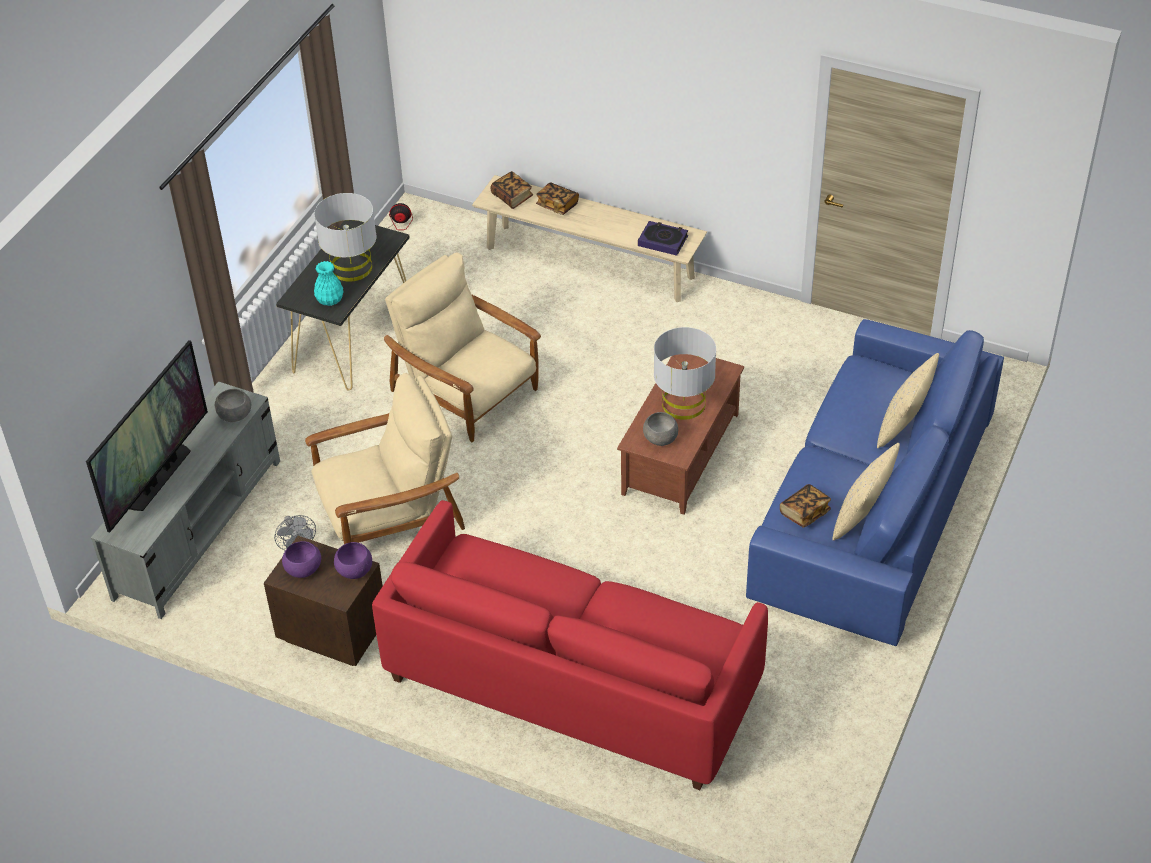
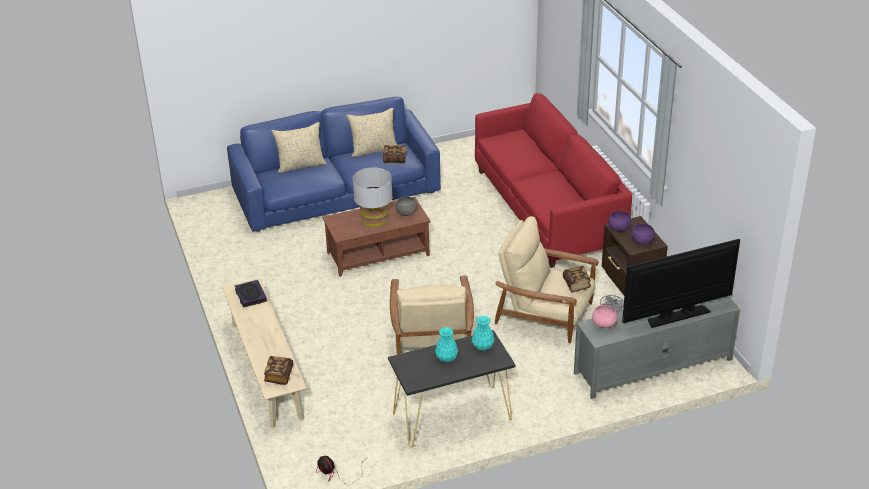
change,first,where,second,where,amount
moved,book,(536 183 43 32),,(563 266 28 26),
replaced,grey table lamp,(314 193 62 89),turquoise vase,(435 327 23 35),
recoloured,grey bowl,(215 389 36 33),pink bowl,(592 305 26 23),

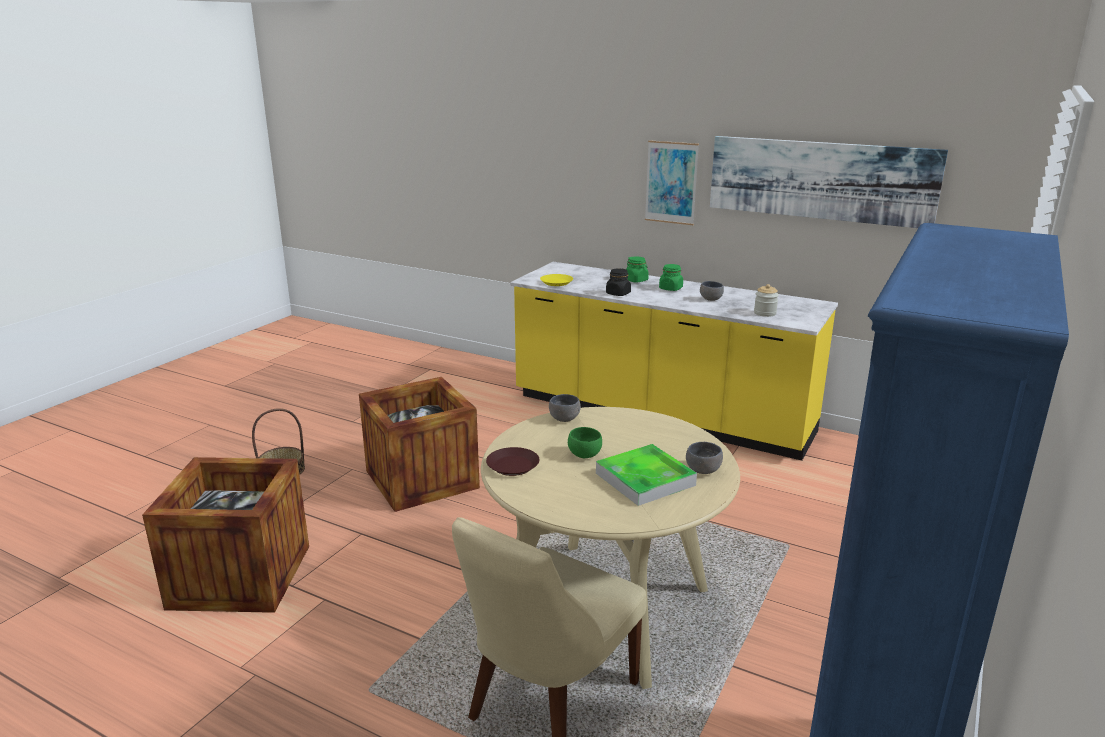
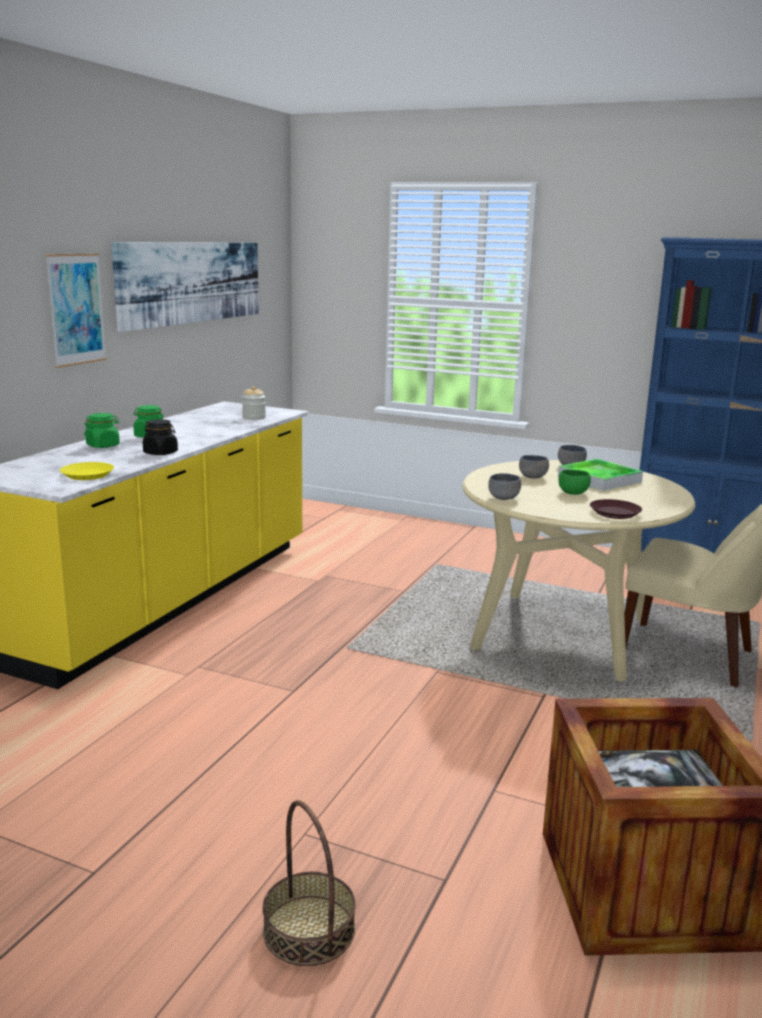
change,first,where,second,where,amount
moved,grey bowl,(700 281 24 20),,(519 455 30 24),
removed,crate,(359 377 121 135),,,

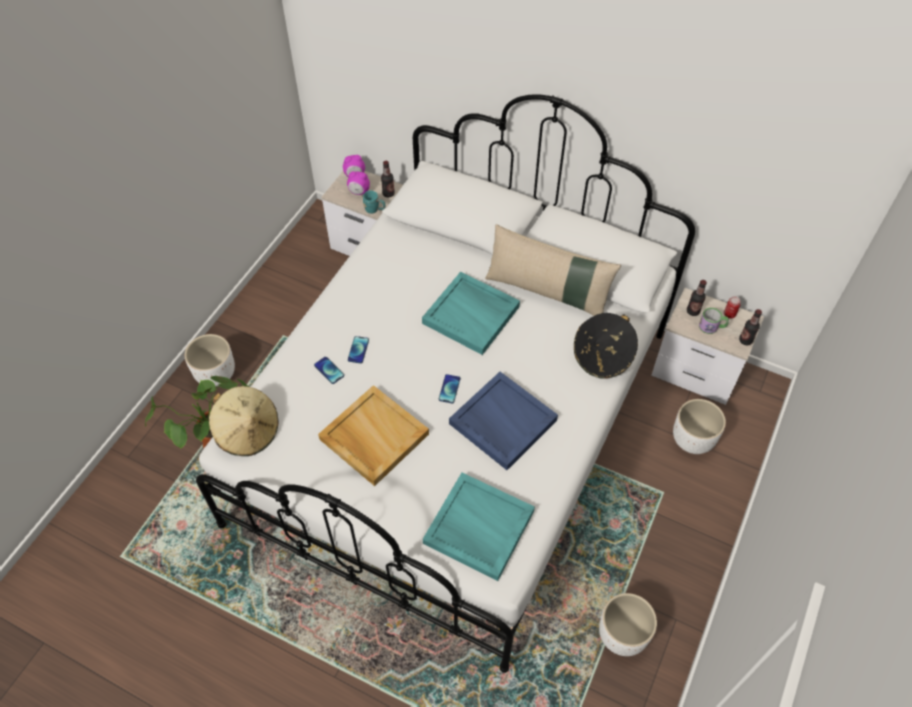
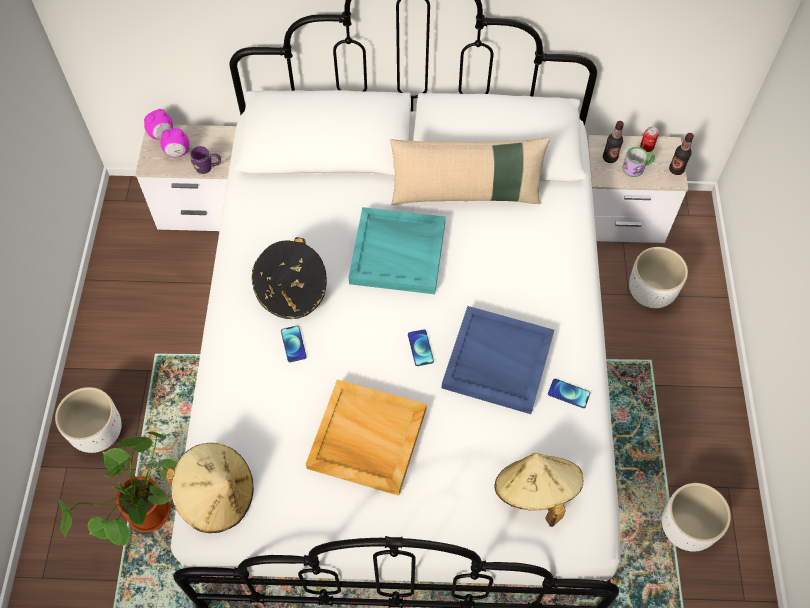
change,first,where,second,where,amount
removed,bottle,(381 161 14 36),,,
recoloured,turquoise mug,(363 191 23 22),purple mug,(190 146 31 28),
moved,black hat,(574 313 64 66),,(252 237 75 82),
moved,phone,(314 357 30 27),,(548 379 42 29),
replaced,turquoise tray,(423 473 112 108),beige hat,(494 453 89 74),

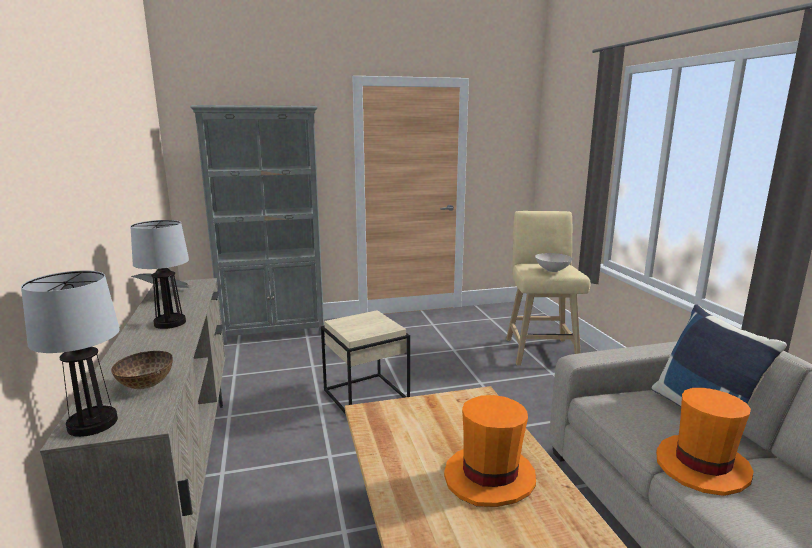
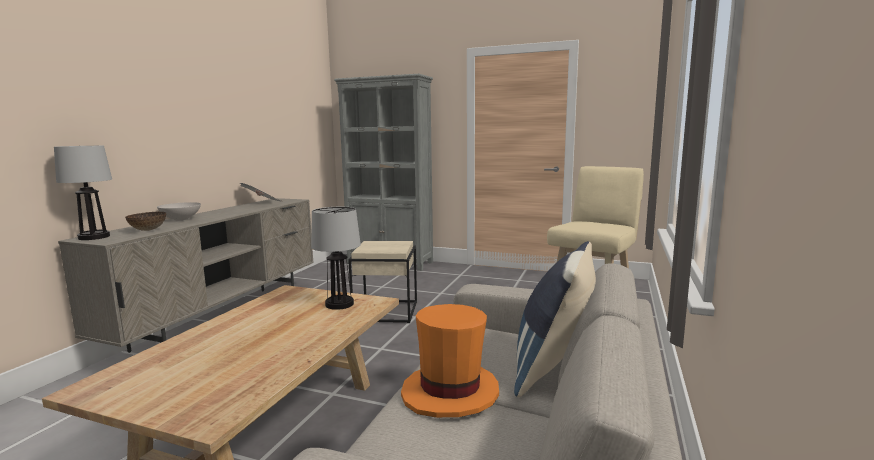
change,first,where,second,where,amount
moved,table lamp,(130 220 59 109),,(311 207 50 103),
moved,white bowl,(535 253 38 19),,(157 202 44 19),
removed,orange hat,(444 395 92 112),,,

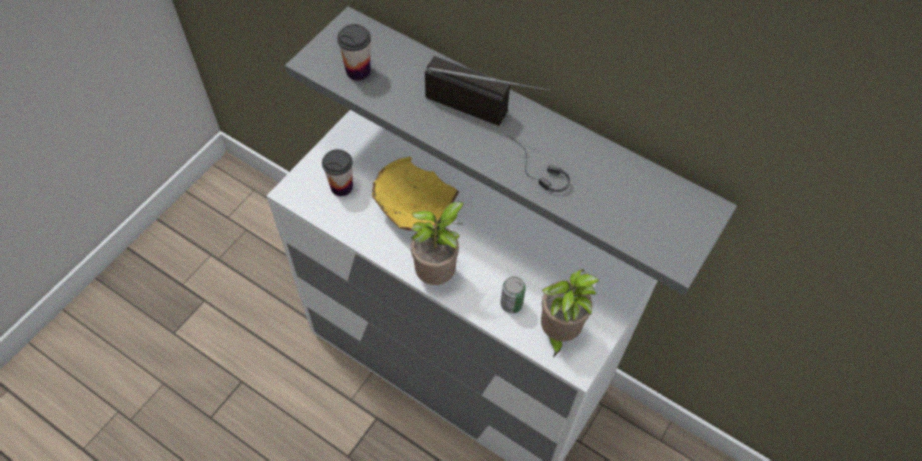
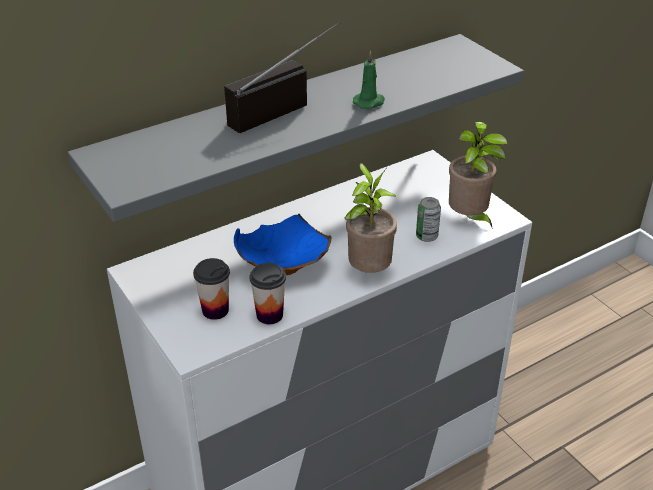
change,first,where,second,where,amount
moved,cup,(337 24 34 56),,(250 263 36 61),
replaced,headphones,(506 135 64 57),green candle,(353 51 32 58),
recoloured,yellow bowl,(372 157 87 74),blue bowl,(234 214 97 61),

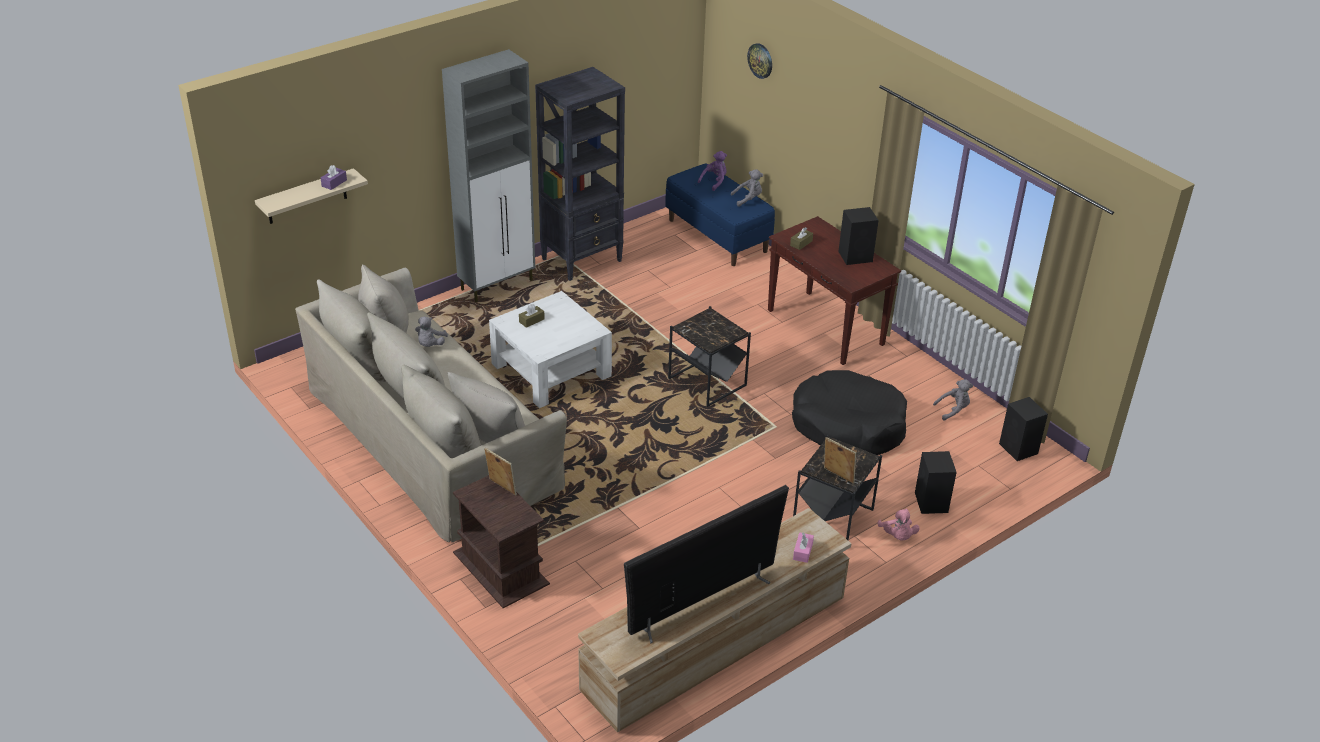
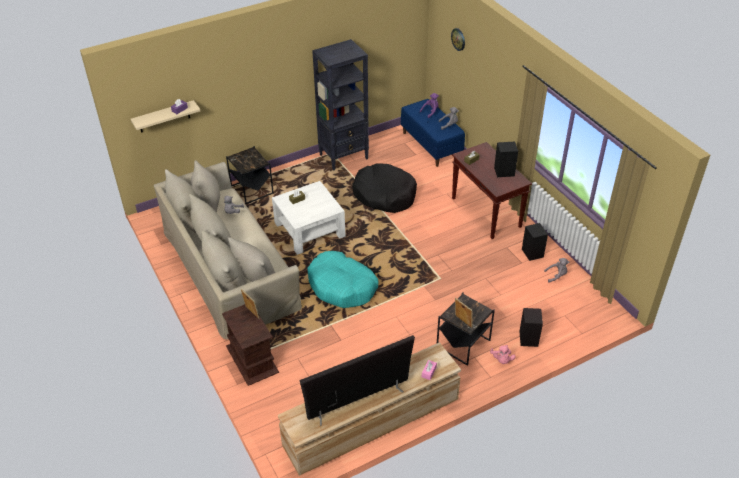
change,first,where,second,where,amount
removed,grey cabinet,(442 49 93 253),,,
moved,black side table,(668 306 83 101),,(226 146 48 58),
moved,black dog bed,(792 370 115 85),,(352 163 65 50),
moved,black speaker,(999 397 49 64),,(522 223 26 38),
added,,,turquoise dog bed,(307 251 72 57),

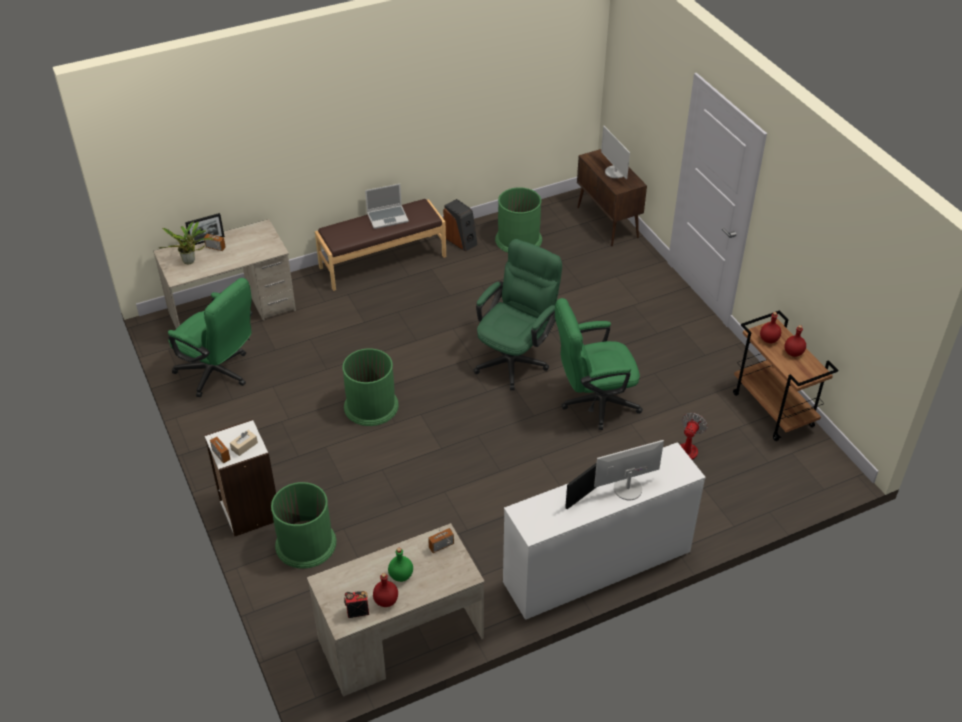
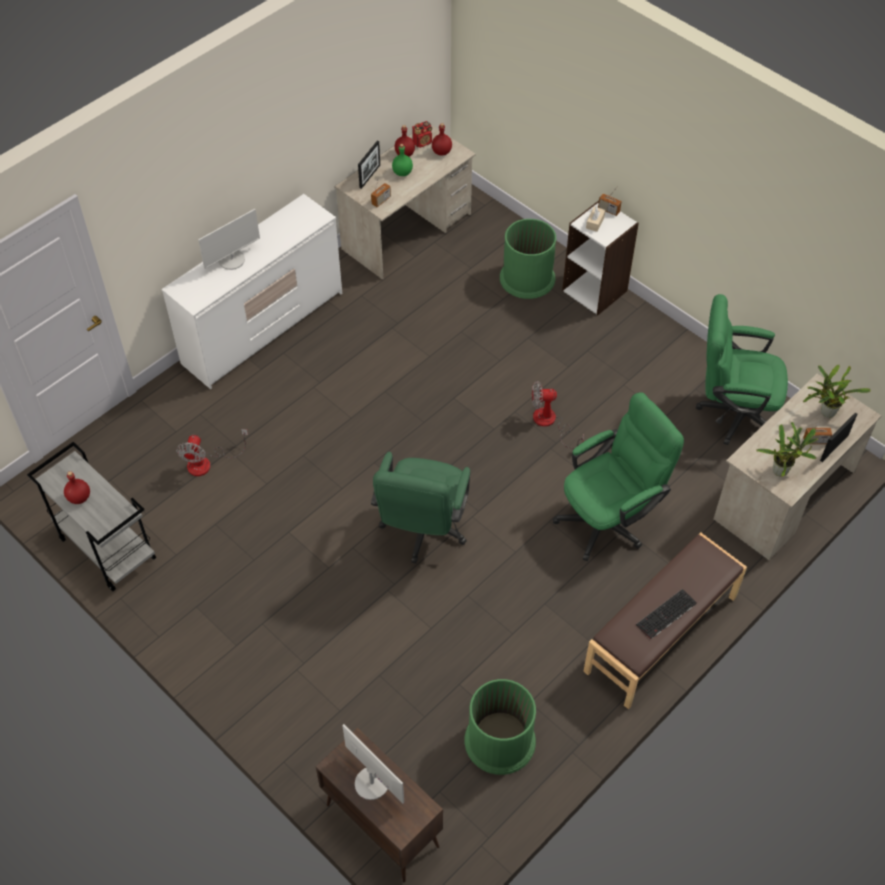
change,first,where,second,where,amount
replaced,laptop,(365 184 44 45),keyboard,(636 589 61 50),
removed,speaker,(443 199 35 53),,,
moved,green office chair,(555 298 88 132),,(553 392 131 169),
recoloured,brown cart,(733 310 105 131),grey cart,(27 442 129 150),
moved,red bottle,(760 312 21 31),,(432 123 20 32),
replaced,green trash can,(342 348 57 78),fan,(532 381 52 68),
moved,picture frame,(565 463 31 46),,(358 141 22 48),
added,,,potted plant,(756 422 62 55),

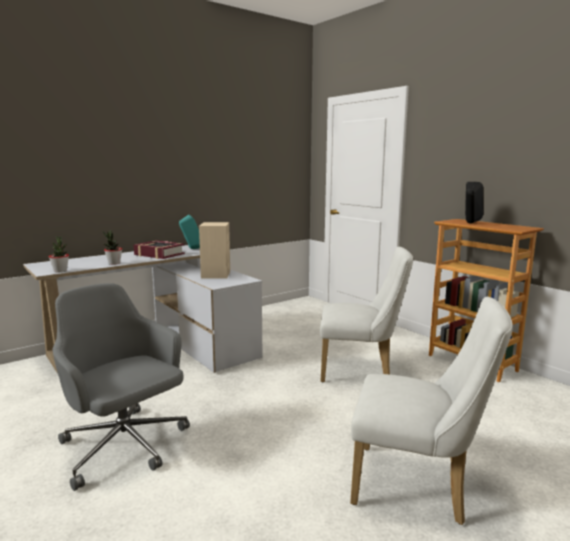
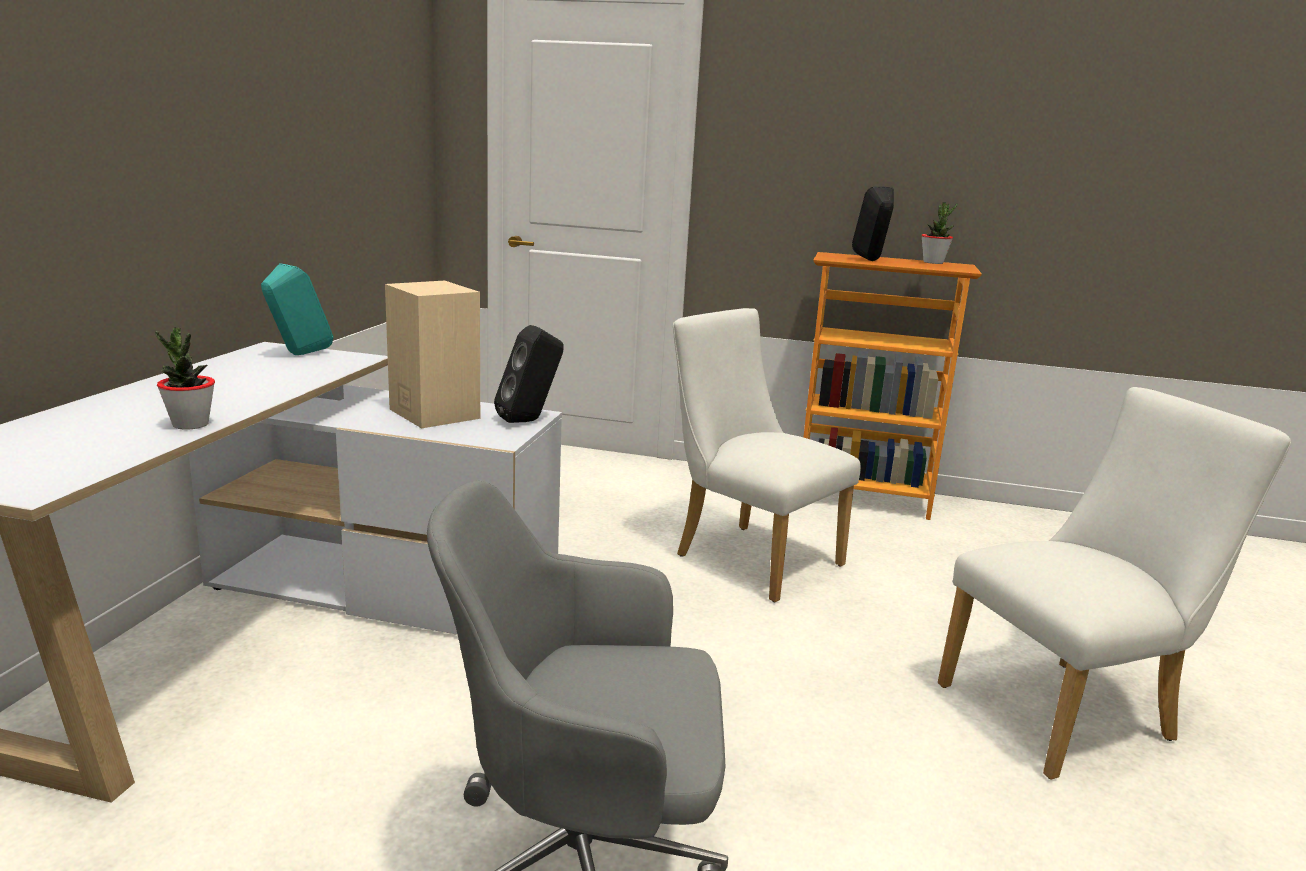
change,first,where,second,where,amount
moved,potted plant,(48 236 21 37),,(921 202 37 62),
removed,book,(134 240 51 19),,,
turned,white chair,(320 247 93 136),,(673 308 188 294),105 degrees counterclockwise
added,,,black speaker,(494 325 70 98),

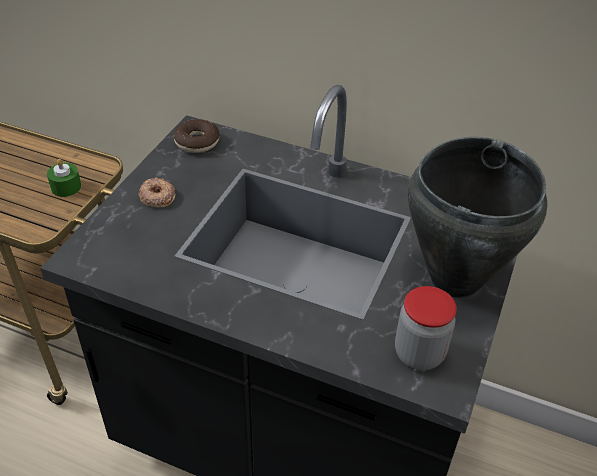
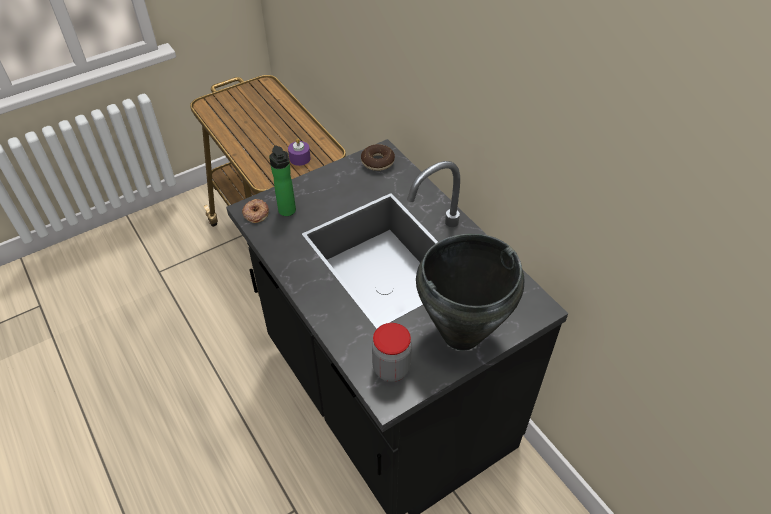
change,first,where,second,where,amount
recoloured,green candle,(47 159 34 38),purple candle,(288 138 23 28),
moved,donut,(138 177 38 31),,(242 199 27 24),
added,,,bottle,(269 145 27 71),

